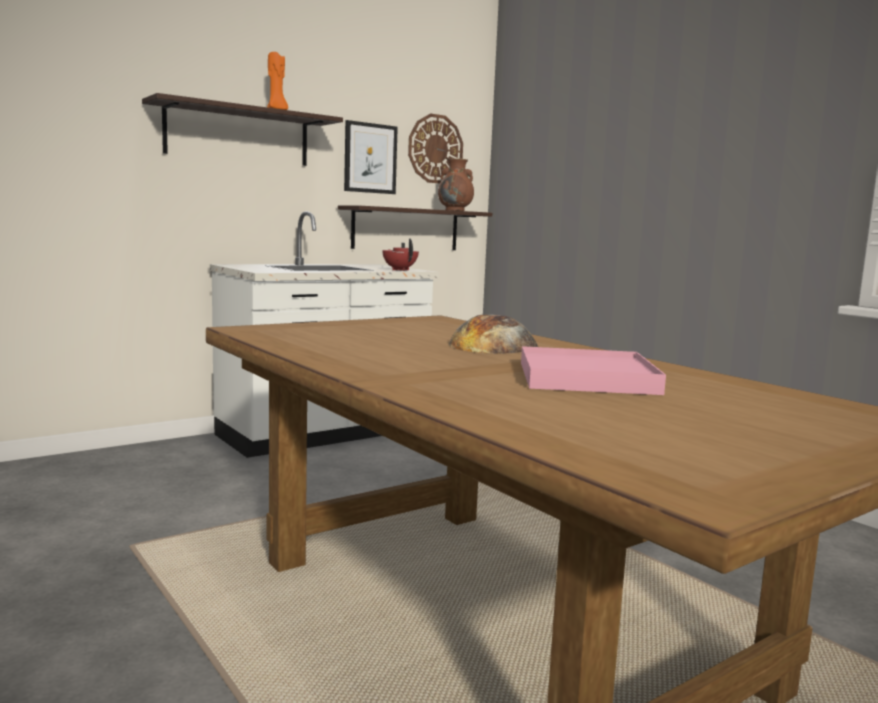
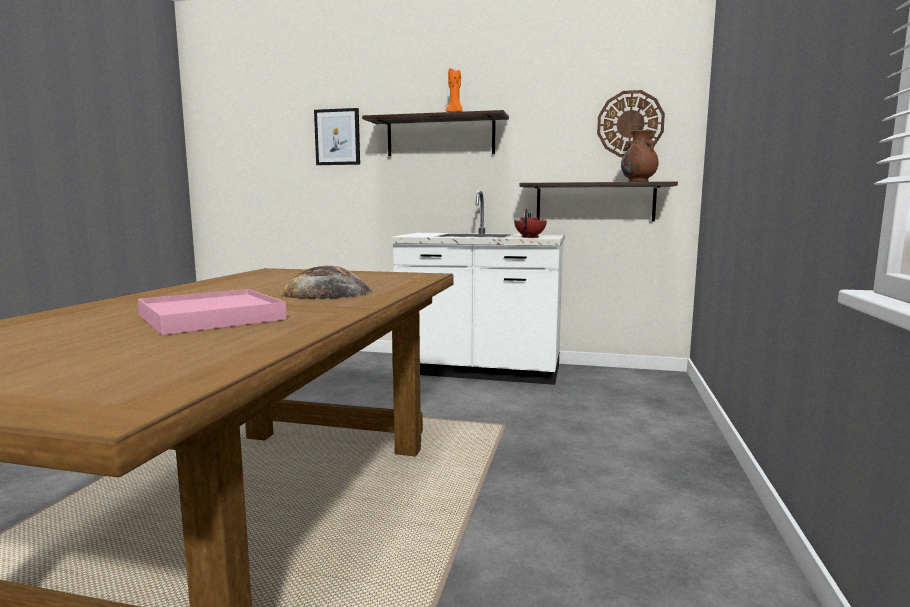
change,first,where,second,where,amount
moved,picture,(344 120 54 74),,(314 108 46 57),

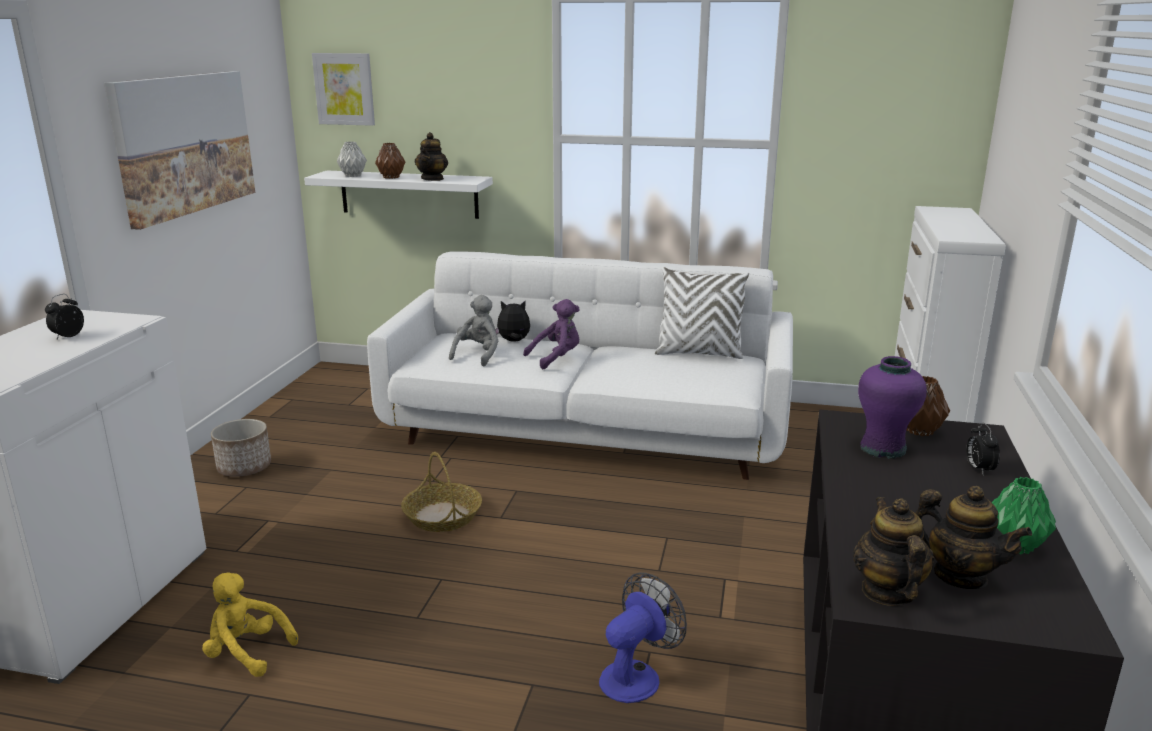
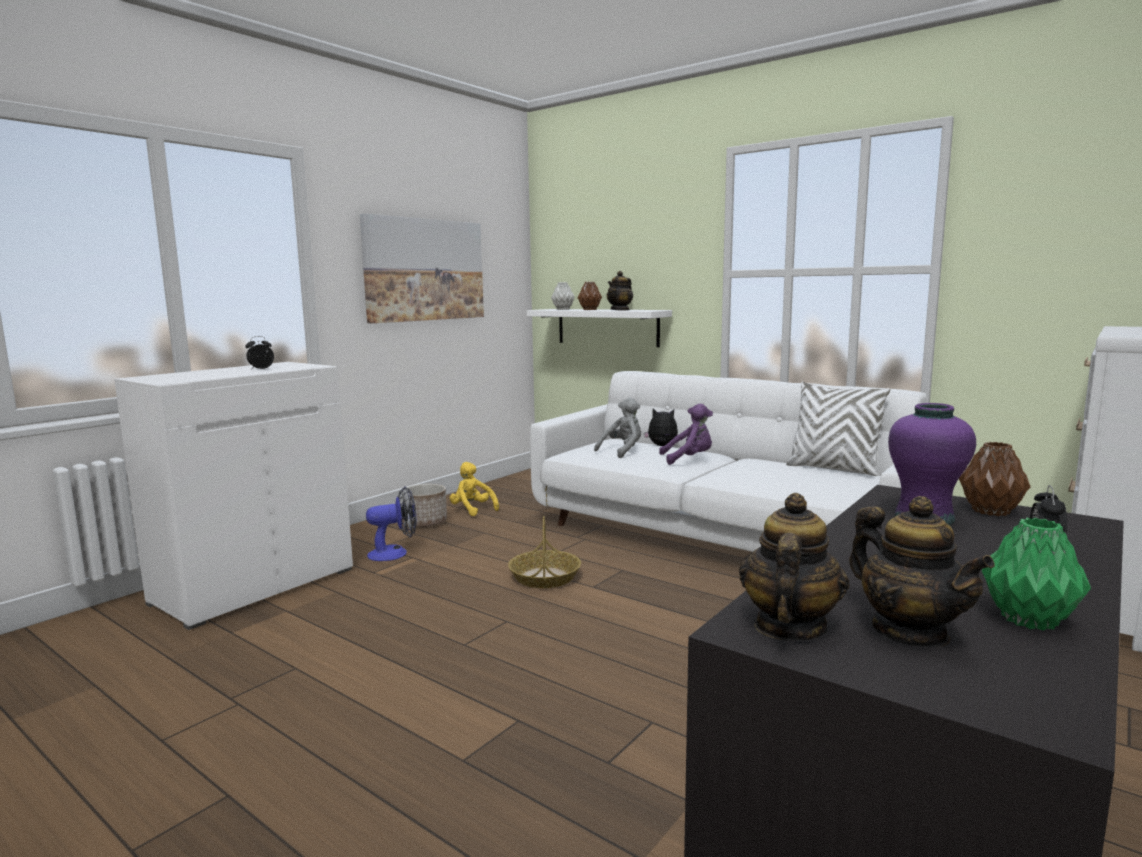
change,first,where,second,where,amount
removed,picture,(312 53 63 73),,,
moved,yellow plush toy,(202 572 96 105),,(450 462 49 54),
moved,fan,(599 572 88 131),,(366 487 50 74),

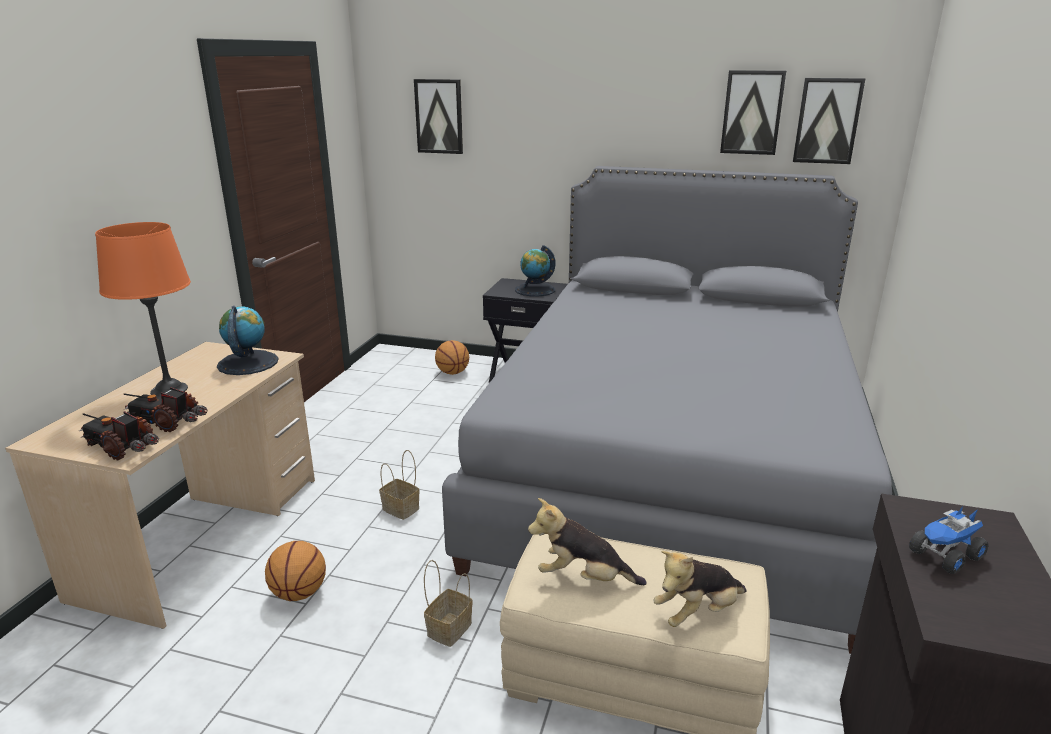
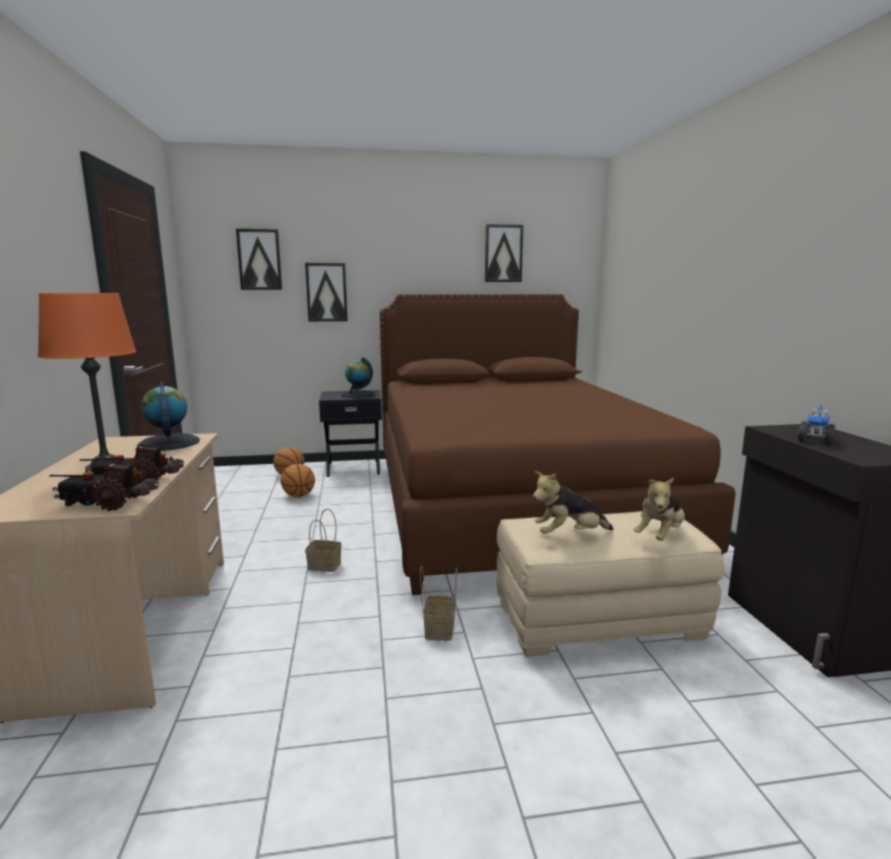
change,first,where,second,where,amount
moved,picture,(793 78 73 86),,(305 263 43 58),
recoloured,grey bed,(442 166 450 488),brown bed,(380 294 356 301),
moved,basketball,(265 541 61 60),,(281 464 34 33),

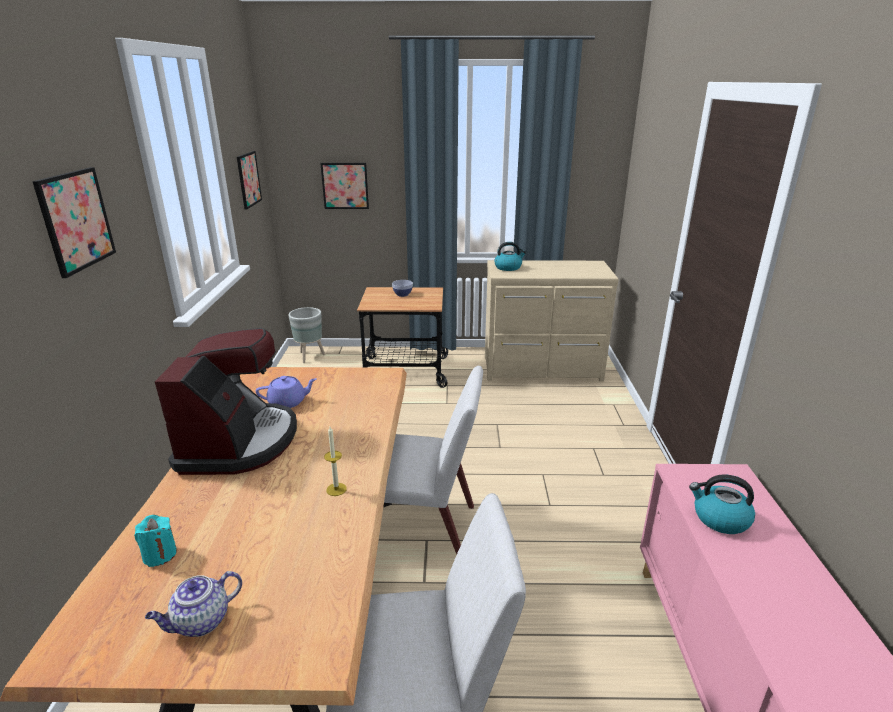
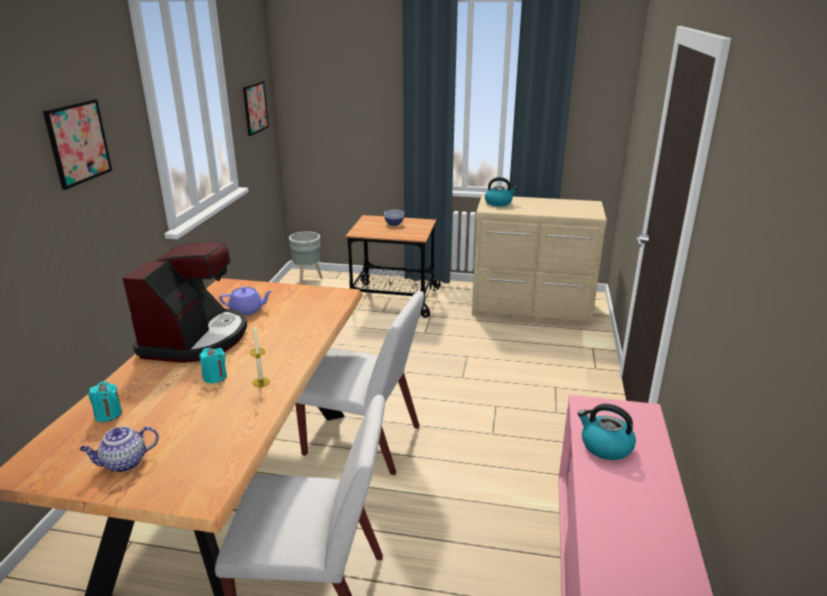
change,first,where,second,where,amount
removed,picture,(320 163 49 46),,,
added,,,turquoise candle,(199 348 28 36),

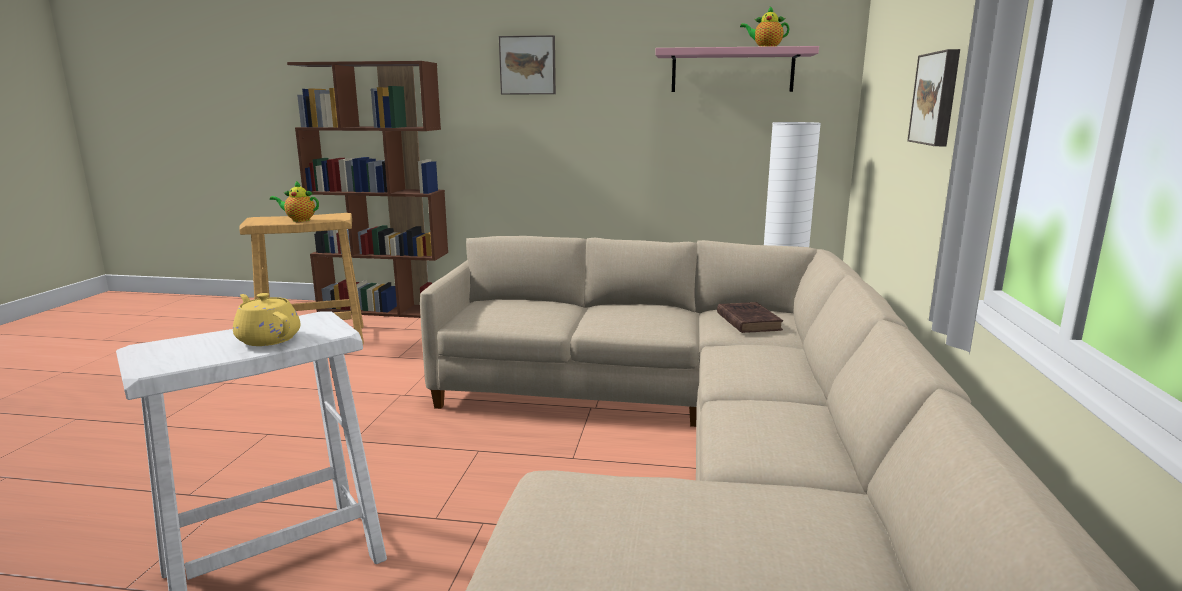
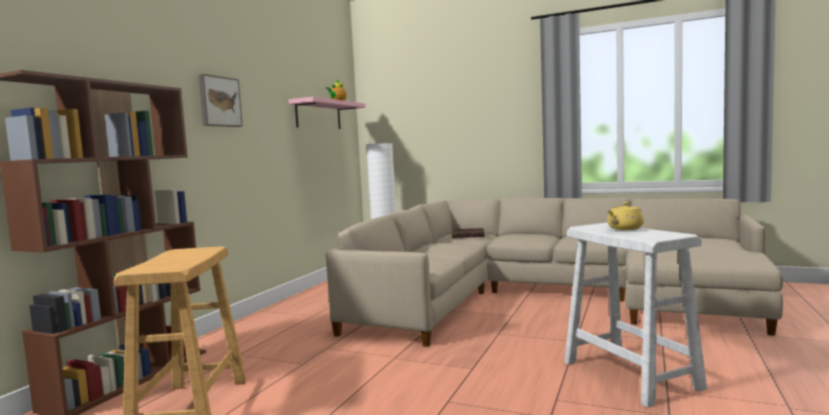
change,first,where,second,where,amount
removed,picture,(907 49 53 97),,,
removed,teapot,(270 181 49 41),,,

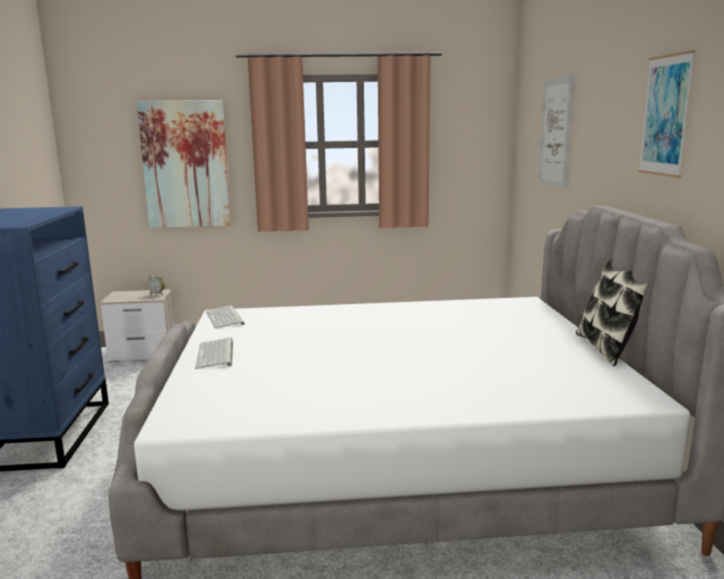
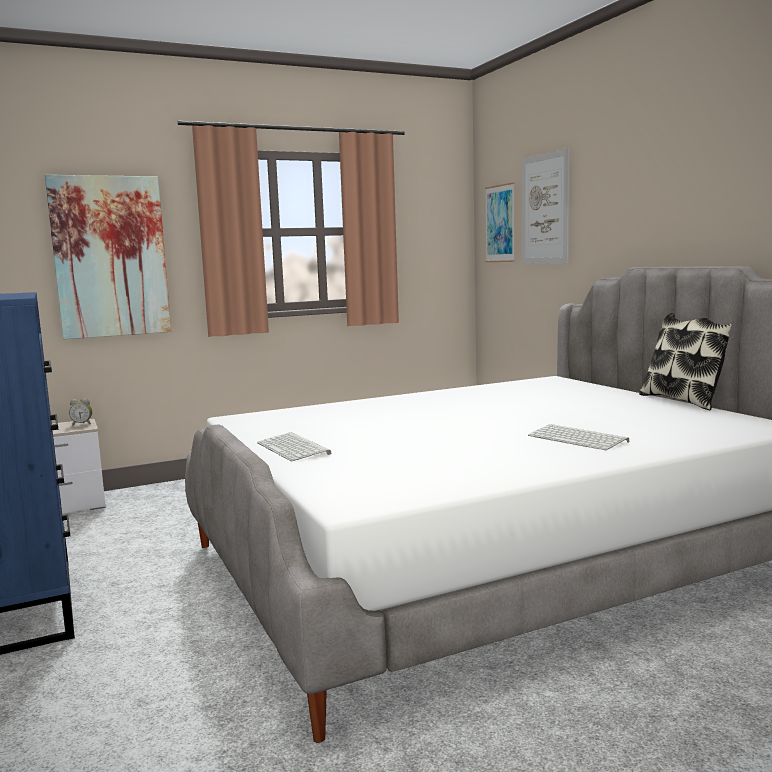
change,first,where,second,where,amount
moved,picture,(638 50 57 128),,(485 182 30 80),
moved,keyboard,(206 305 39 24),,(528 424 102 26),

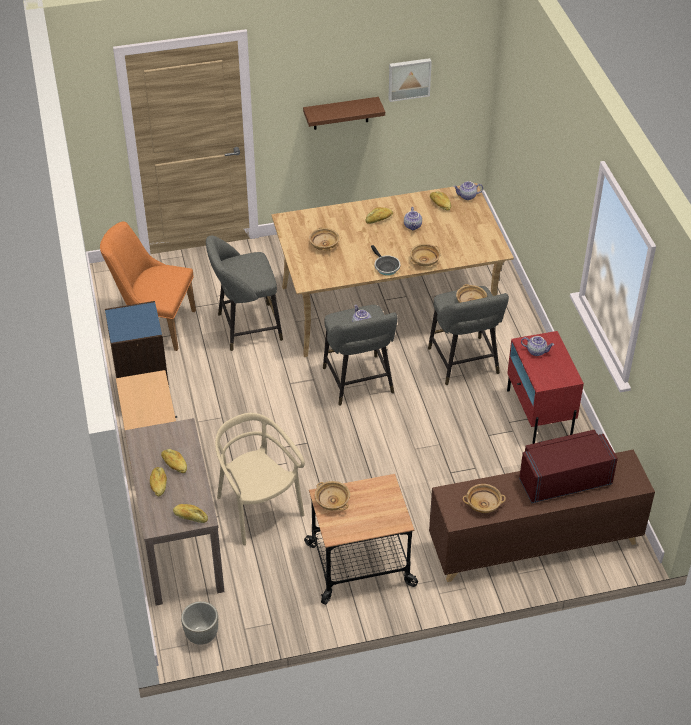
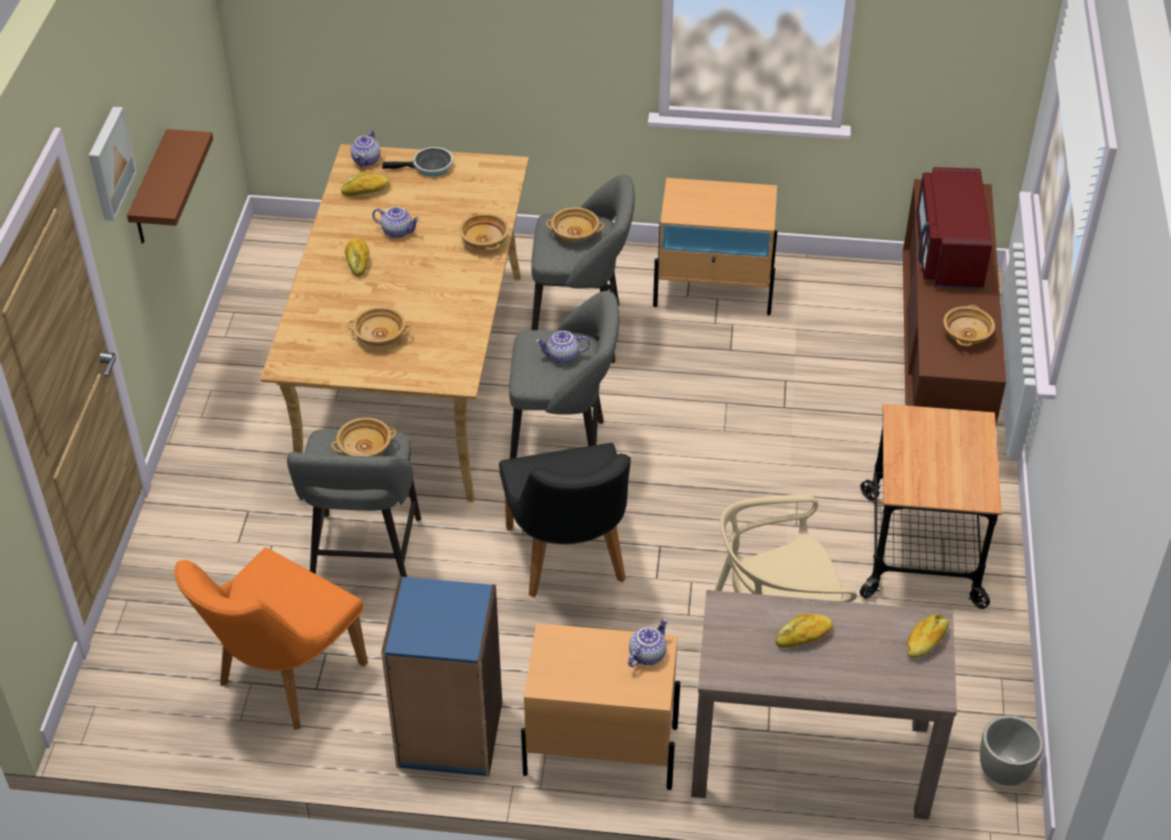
change,first,where,second,where,amount
moved,picture,(388 58 44 44),,(89 107 48 114),
moved,frying pan,(371 245 29 30),,(382 147 71 29),
recoloured,red nightstand,(507 331 77 113),beige nightstand,(653 178 124 137),
moved,teapot,(521 336 33 20),,(628 618 40 49),
removed,bread,(150 467 17 29),,,
moved,beige bowl,(315 481 35 29),,(331 417 65 39),
added,,,black chair,(499 443 132 155),

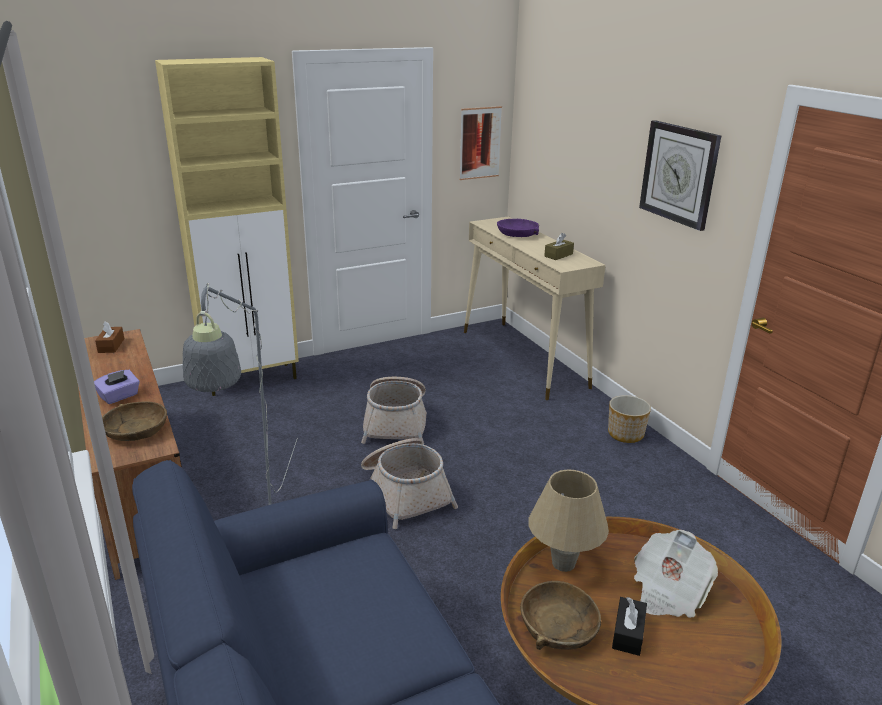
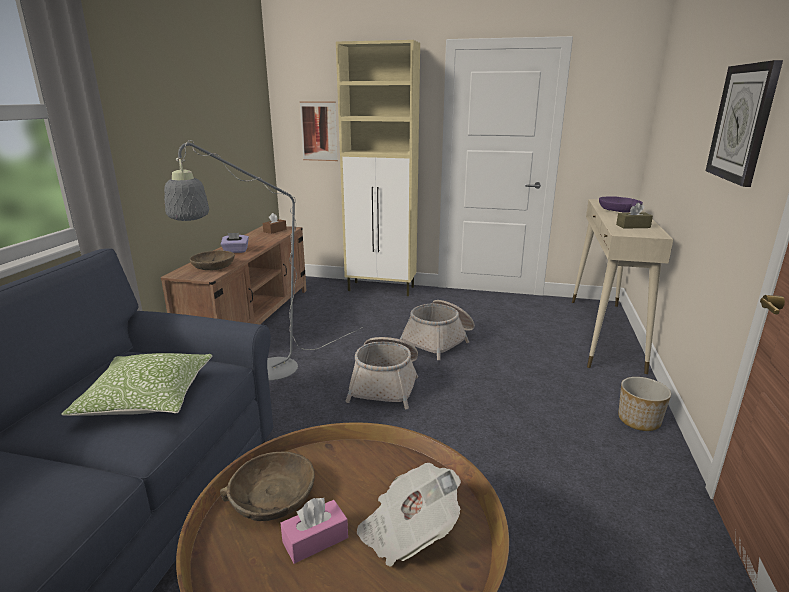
change,first,where,second,where,amount
moved,picture,(459 106 43 74),,(300 101 38 60),
removed,beige table lamp,(529 469 80 103),,,
recoloured,black tissue box,(612 597 35 59),pink tissue box,(280 498 68 66),
added,,,pillow,(61 353 151 63),

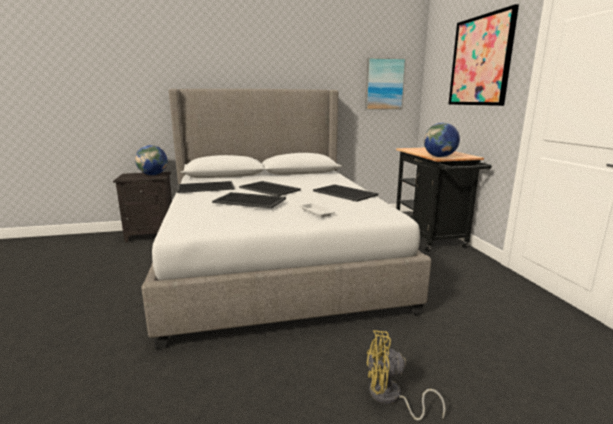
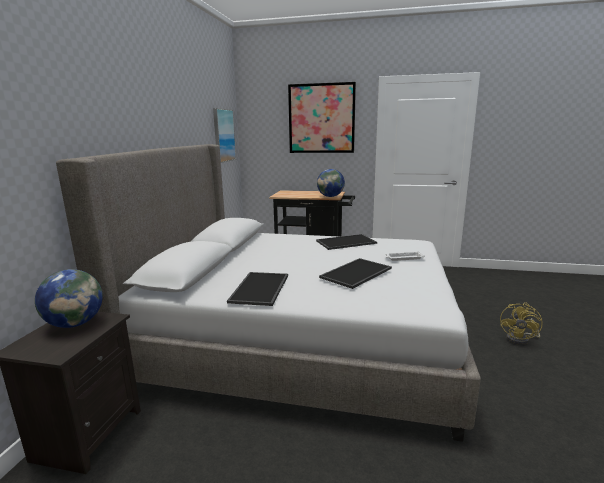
change,first,where,second,where,amount
removed,tray,(239 181 62 15),,,

